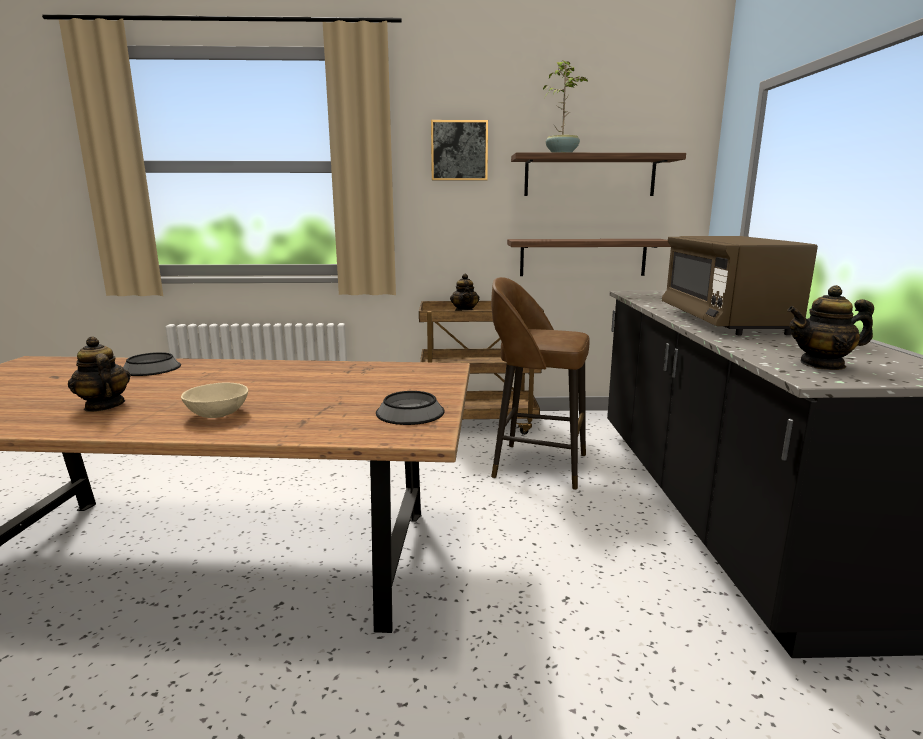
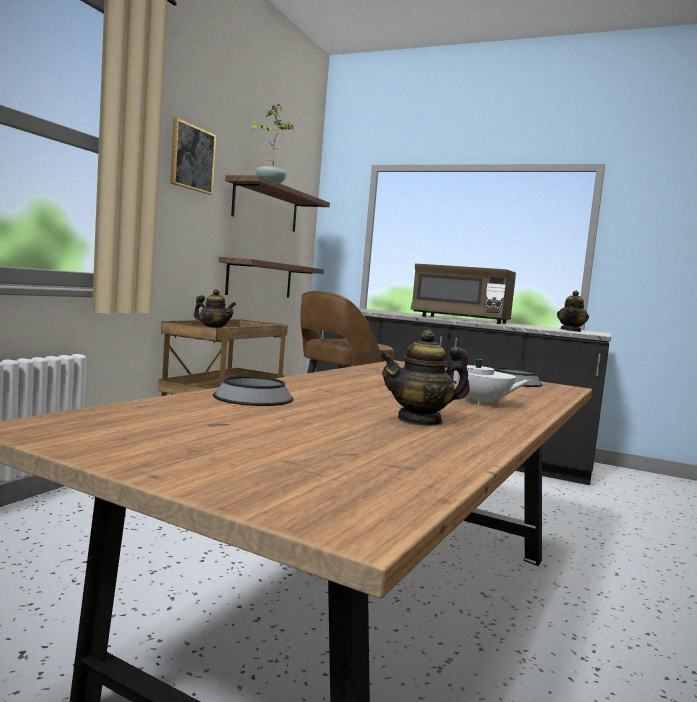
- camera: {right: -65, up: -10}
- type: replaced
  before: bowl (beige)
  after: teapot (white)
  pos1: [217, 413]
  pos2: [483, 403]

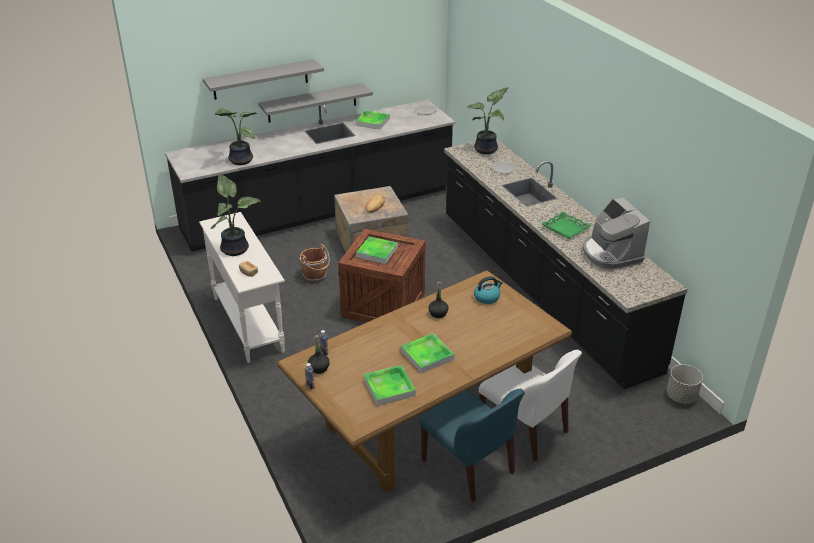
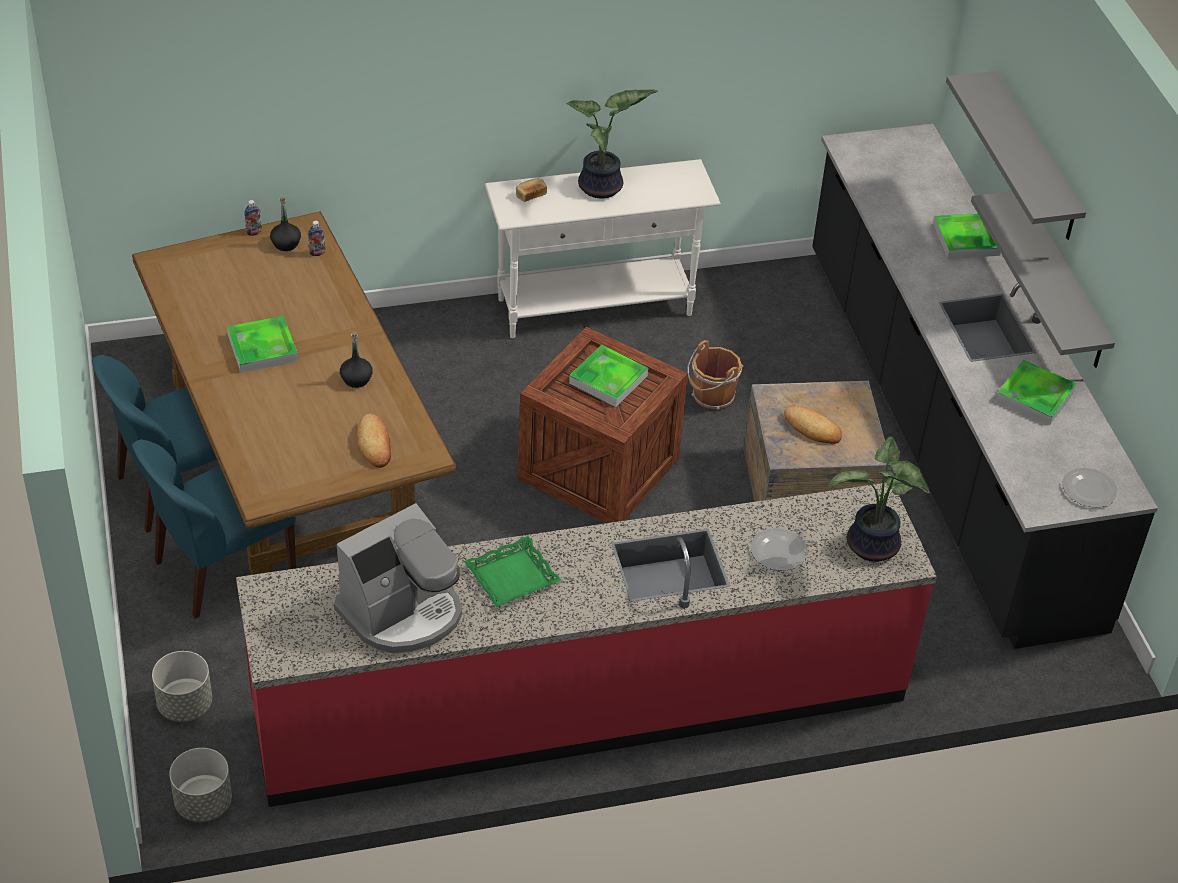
- camera: {right: 100, up: 10}
- type: removed
  before: potted plant
  pos1: [239, 160]
- type: moved
  before: tray
  pos1: [389, 388]
  pos2: [966, 239]
- type: recoloured
  before: counter (black)
  after: counter (red)
  pos1: [542, 289]
  pos2: [581, 703]
- type: replaced
  before: kettle
  after: bread
  pos1: [487, 297]
  pos2: [375, 444]
- type: recoloured
  before: chair (white)
  after: chair (blue)
  pos1: [525, 430]
  pos2: [222, 568]
- type: turned
  before: coffee machine
  pos1: [610, 254]
  pos2: [402, 612]
  turn: 150
- type: added
  after: planter (grey)
  pos2: [184, 705]

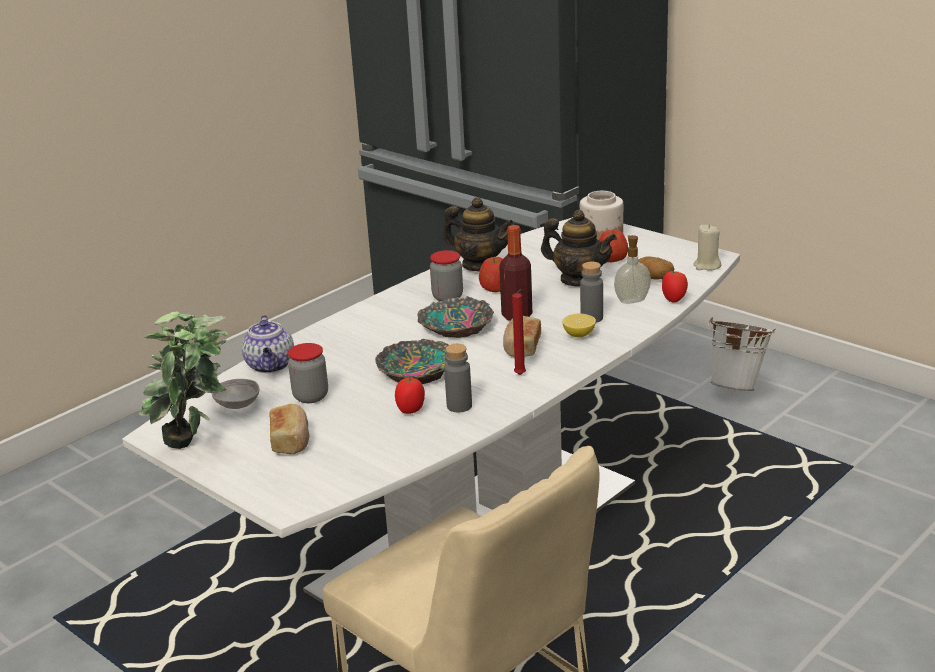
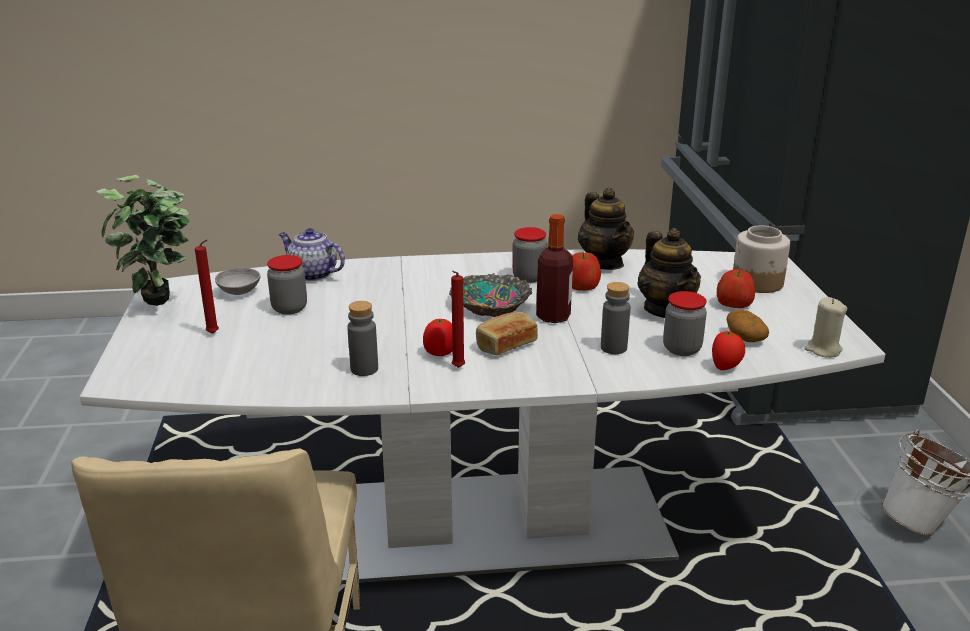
- camera: {right: 40, up: 0}
- type: turned
  before: teapot
  pos1: [271, 366]
  pos2: [312, 274]
  turn: 90
- type: replaced
  before: bread
  after: candle (red)
  pos1: [291, 440]
  pos2: [214, 334]
- type: removed
  before: bowl
  pos1: [418, 370]
- type: moved
  before: tomato
  pos1: [411, 410]
  pos2: [440, 353]
- type: removed
  before: lemon
  pos1: [579, 335]
- type: replaced
  before: soap dispenser
  after: jar
  pos1: [631, 300]
  pos2: [682, 349]

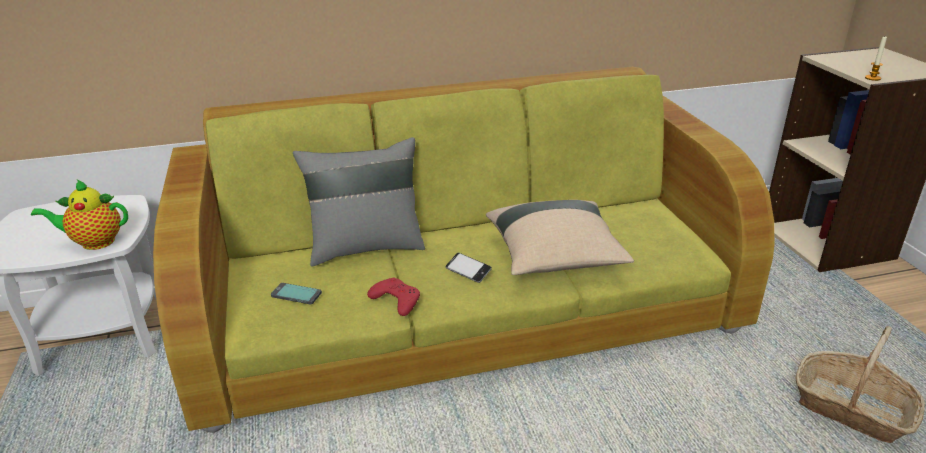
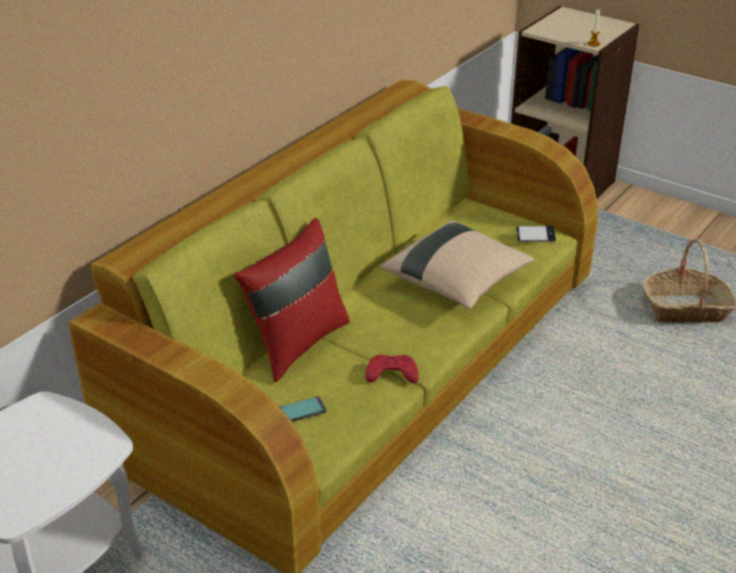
- camera: {right: -40, up: 5}
- type: removed
  before: teapot
  pos1: [94, 242]
- type: recoloured
  before: pillow (grey)
  after: pillow (red)
  pos1: [366, 247]
  pos2: [296, 343]
- type: moved
  before: phone
  pos1: [468, 271]
  pos2: [535, 237]

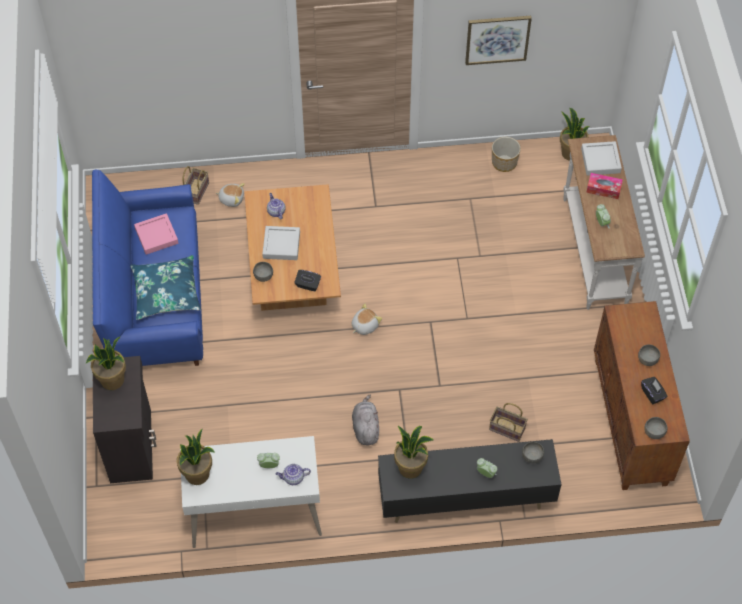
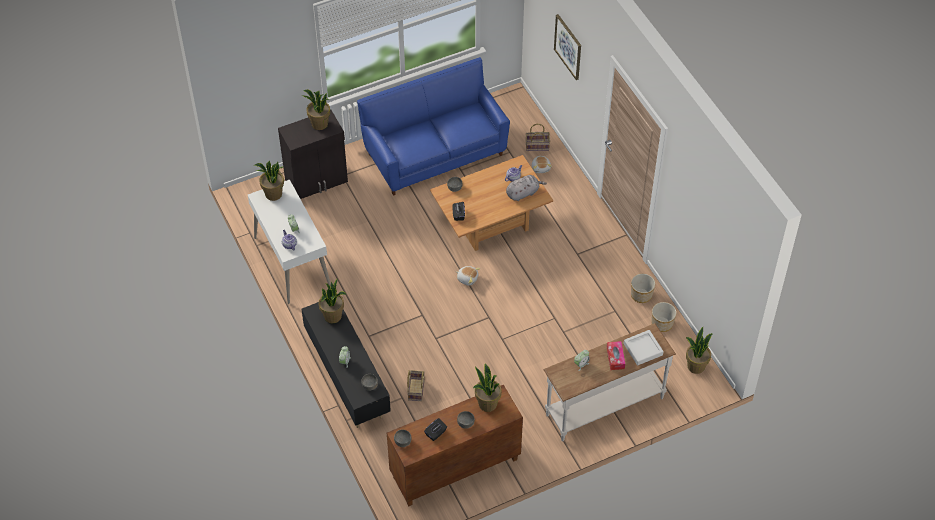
- camera: {right: 70, up: -5}
- type: removed
  before: pillow (blue)
  pos1: [166, 292]
- type: removed
  before: tray (pink)
  pos1: [156, 236]
- type: removed
  before: tray (grey)
  pos1: [281, 245]
- type: moved
  before: plush toy (grey)
  pos1: [365, 427]
  pos2: [523, 193]
- type: moved
  before: picture
  pos1: [497, 39]
  pos2: [568, 46]
- type: added
  after: potted plant
  pos2: [487, 404]
- type: added
  after: planter
  pos2: [641, 295]

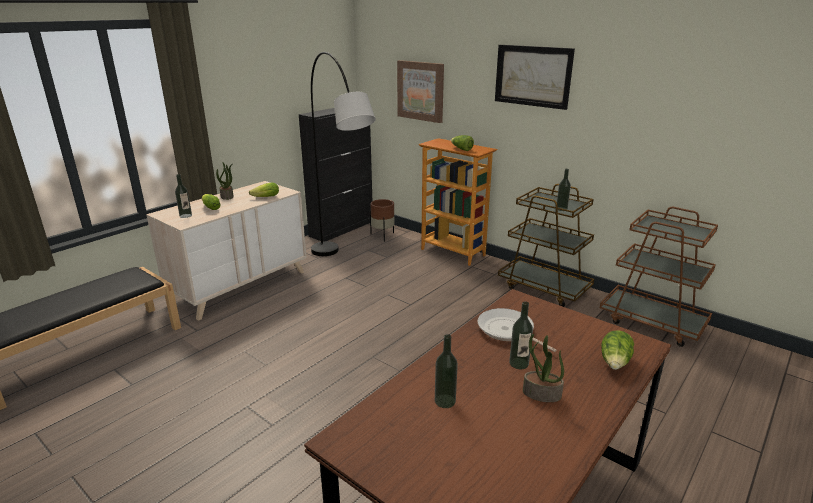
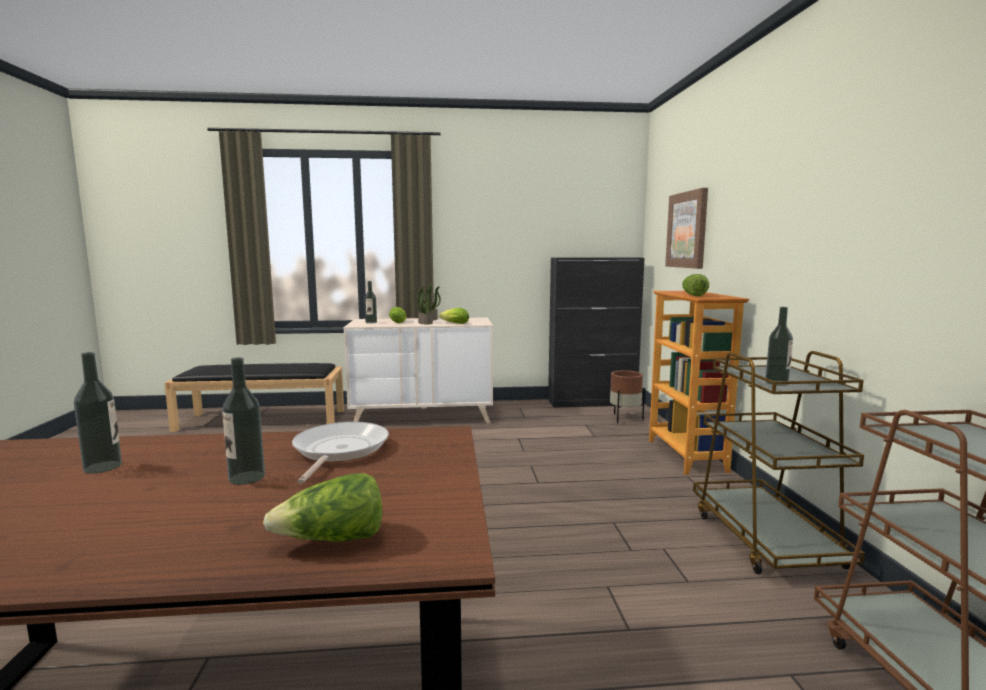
- camera: {right: 45, up: -15}
- type: removed
  before: floor lamp (grey)
  pos1: [343, 271]
- type: removed
  before: picture
  pos1: [533, 76]
- type: moved
  before: potted plant
  pos1: [541, 394]
  pos2: [425, 323]

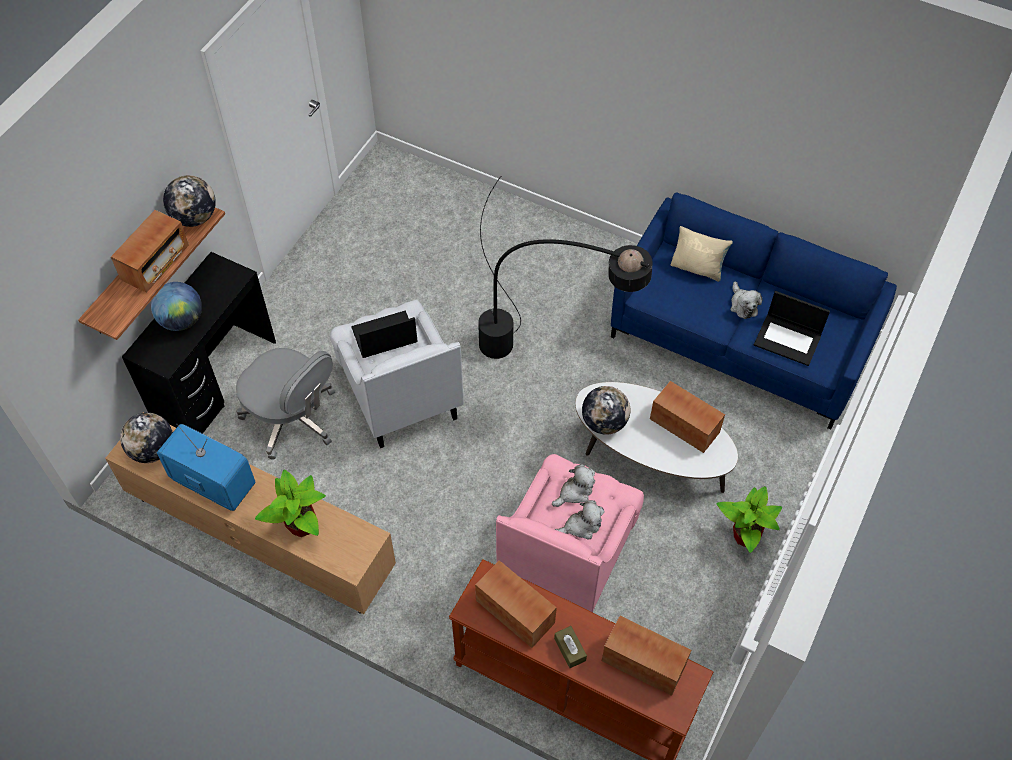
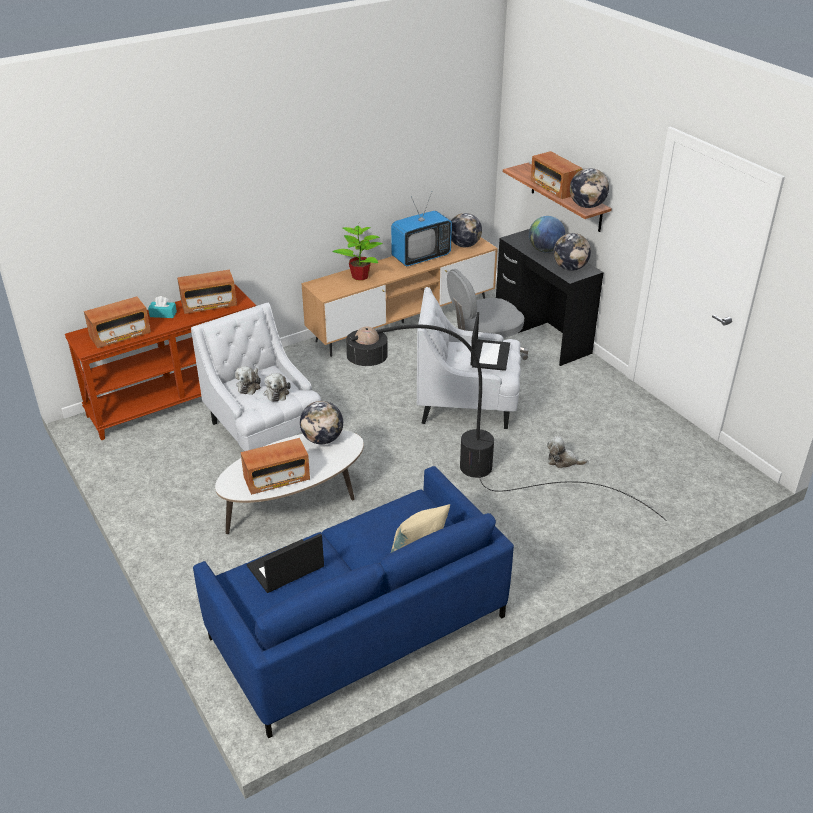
- camera: {right: 120, up: -20}
- type: recoloured
  before: armchair (pink)
  after: armchair (white)
  pos1: [568, 553]
  pos2: [264, 433]
- type: recoloured
  before: tissue box (brown)
  after: tissue box (turquoise)
  pos1: [570, 649]
  pos2: [163, 314]
- type: removed
  before: potted plant
  pos1: [745, 536]
- type: moved
  before: plush toy
  pos1: [743, 305]
  pos2: [563, 461]
- type: added
  after: globe
  pos2: [570, 268]

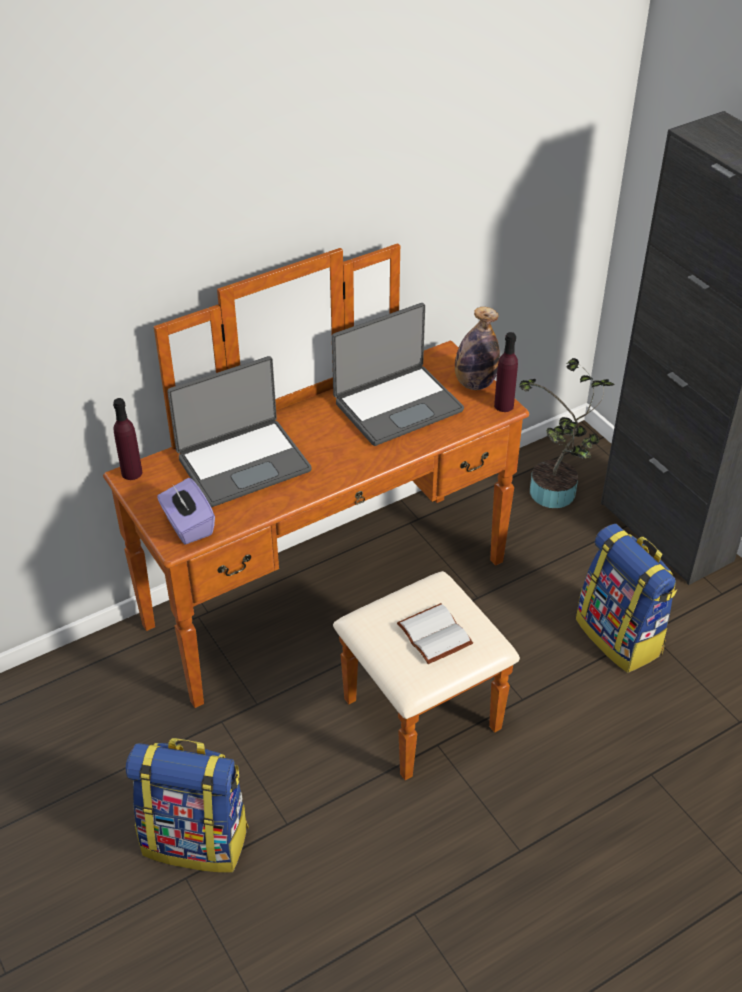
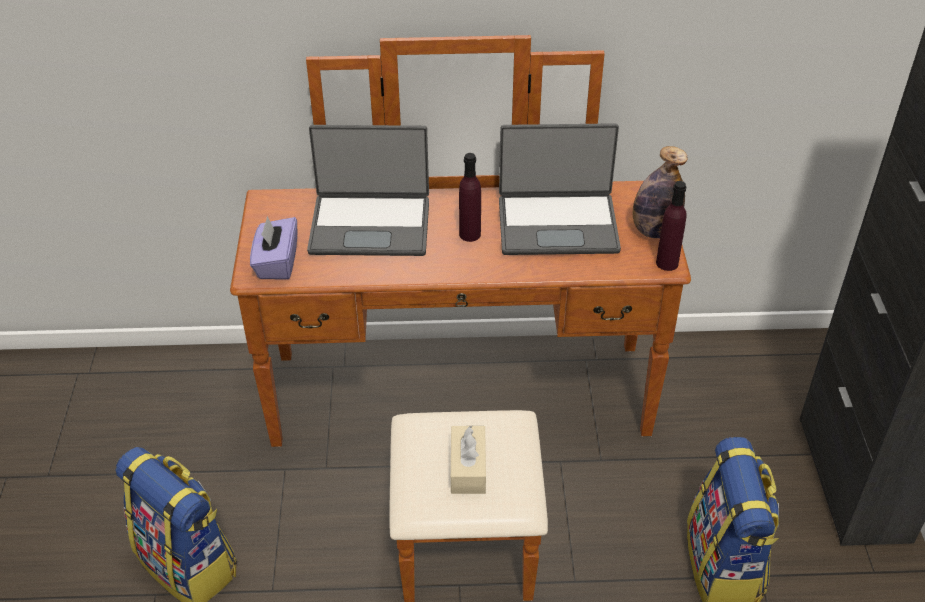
- camera: {right: 30, up: 0}
- type: moved
  before: bottle (purple)
  pos1: [132, 473]
  pos2: [470, 234]
- type: replaced
  before: book (white)
  after: tissue box (beige)
  pos1: [432, 634]
  pos2: [468, 468]
- type: removed
  before: potted plant
  pos1: [555, 496]

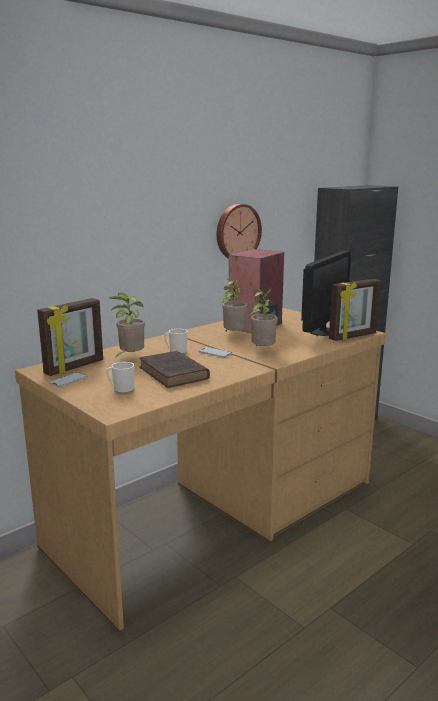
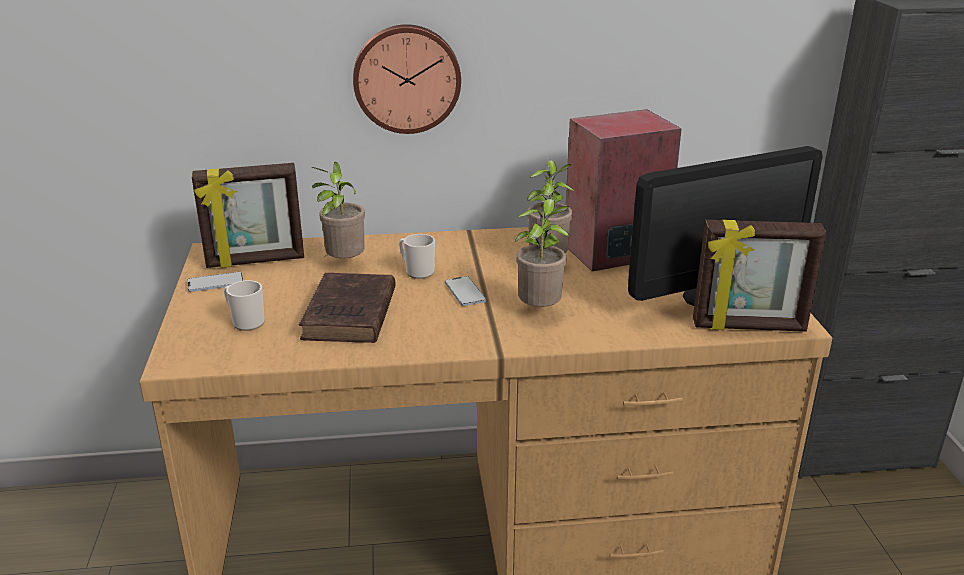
- camera: {right: 35, up: 10}
- type: moved
  before: wall clock
  pos1: [237, 232]
  pos2: [407, 78]

